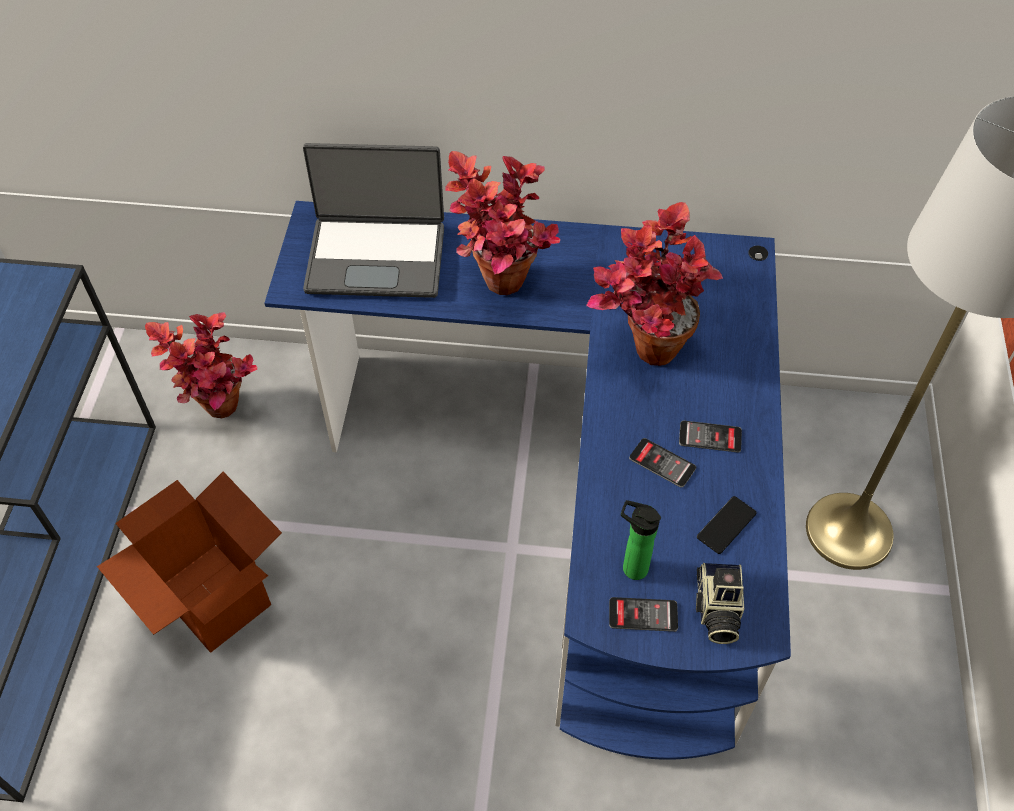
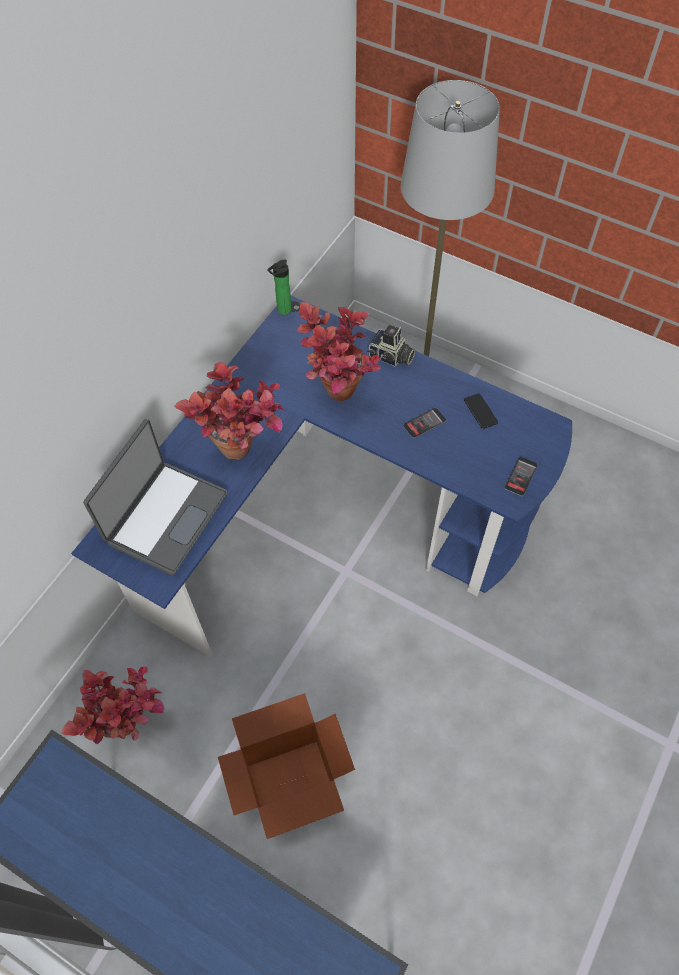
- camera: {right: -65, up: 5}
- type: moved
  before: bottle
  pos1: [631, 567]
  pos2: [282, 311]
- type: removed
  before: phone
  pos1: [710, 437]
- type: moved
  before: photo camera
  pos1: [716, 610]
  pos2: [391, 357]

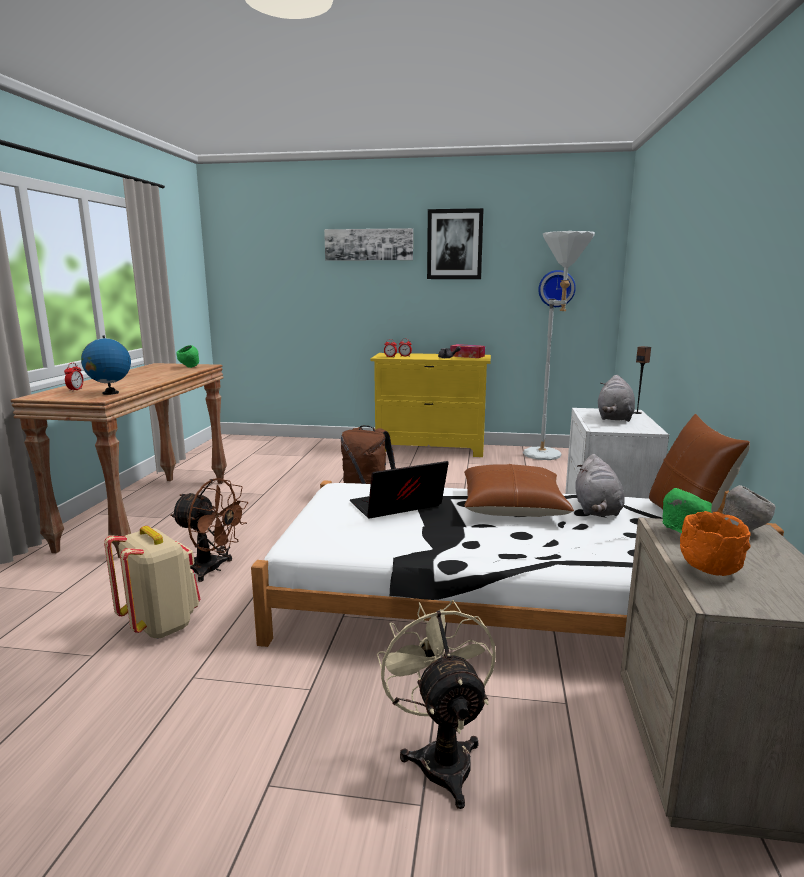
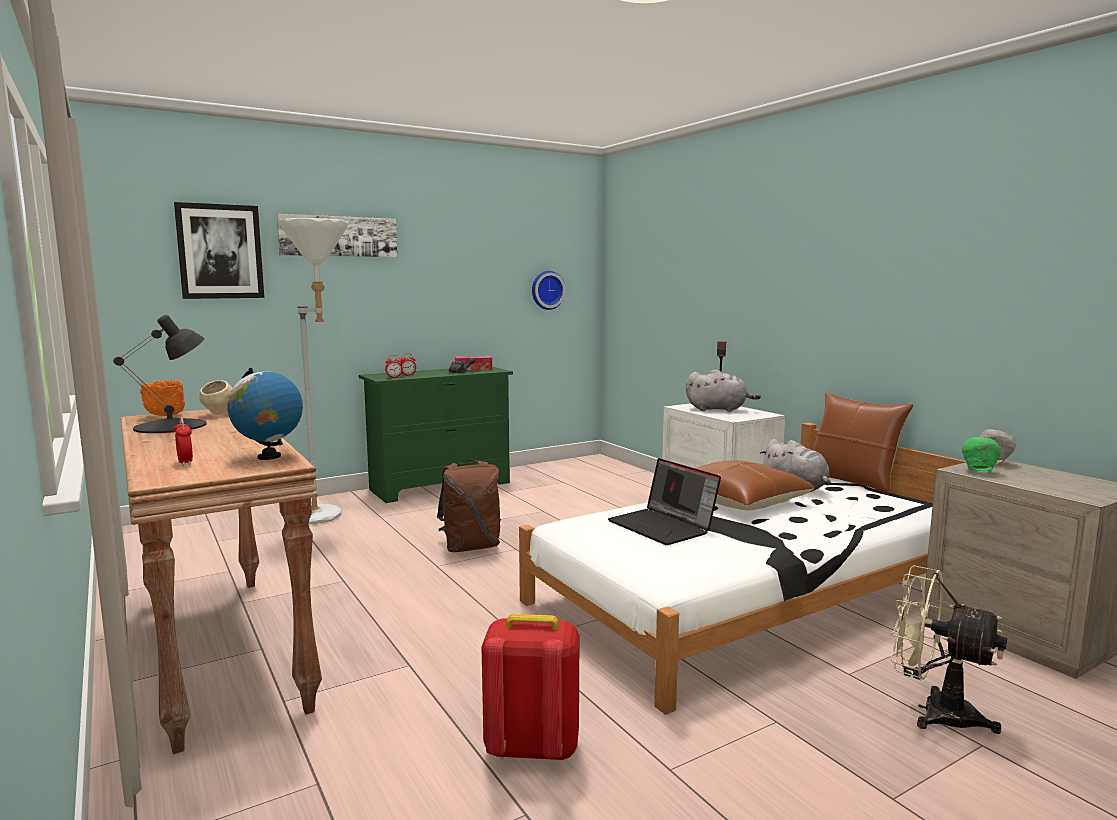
- camera: {right: -40, up: -5}
- type: recoloured
  before: backpack (beige)
  after: backpack (red)
  pos1: [161, 624]
  pos2: [531, 747]
- type: removed
  before: fan (brown)
  pos1: [212, 569]
- type: recoloured
  before: bowl (green)
  after: bowl (beige)
  pos1: [189, 367]
  pos2: [219, 414]
- type: turned
  before: laptop
  pos1: [396, 507]
  pos2: [663, 527]
  turn: -60
- type: recoloured
  before: dresser (yellow)
  after: dresser (green)
  pos1: [431, 449]
  pos2: [441, 486]
- type: moved
  before: picture
  pos1: [454, 244]
  pos2: [220, 251]
- type: moved
  before: floor lamp (white)
  pos1: [549, 456]
  pos2: [326, 516]
- type: turned
  before: plush toy (grey)
  pos1: [614, 418]
  pos2: [718, 409]
  turn: -60
- type: moved
  before: bowl (orange)
  pos1: [709, 570]
  pos2: [165, 415]
- type: added
  after: table lamp (black)
  pos2: [172, 426]

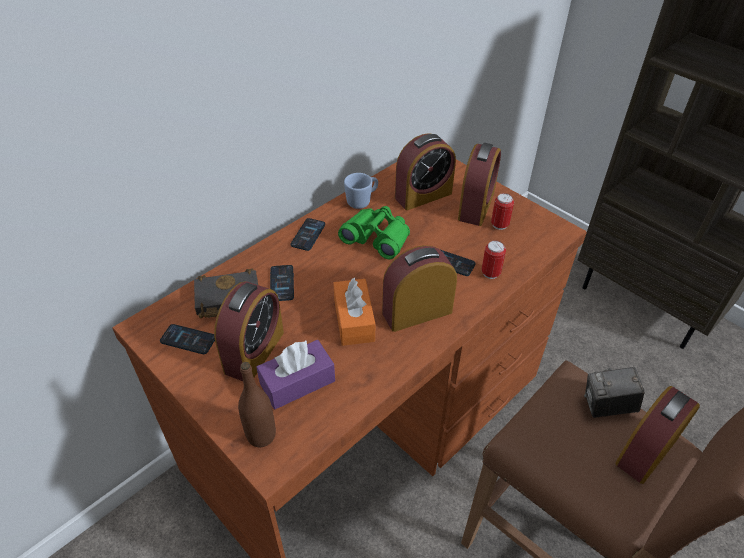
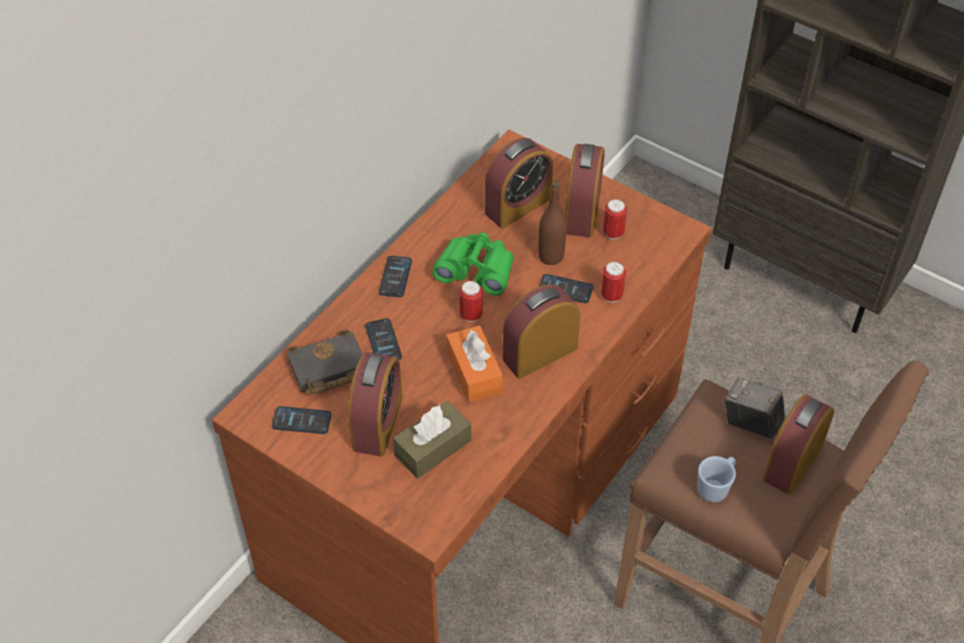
- camera: {right: -10, up: 5}
- type: moved
  before: bottle (brown)
  pos1: [261, 435]
  pos2: [551, 256]
- type: recoloured
  before: tissue box (purple)
  after: tissue box (brown)
  pos1: [297, 382]
  pos2: [432, 448]
- type: moved
  before: mug (blue)
  pos1: [362, 201]
  pos2: [716, 487]
- type: turned
  before: photo camera
  pos1: [607, 406]
  pos2: [751, 423]
  turn: 45
- type: added
  after: can
  pos2: [471, 315]

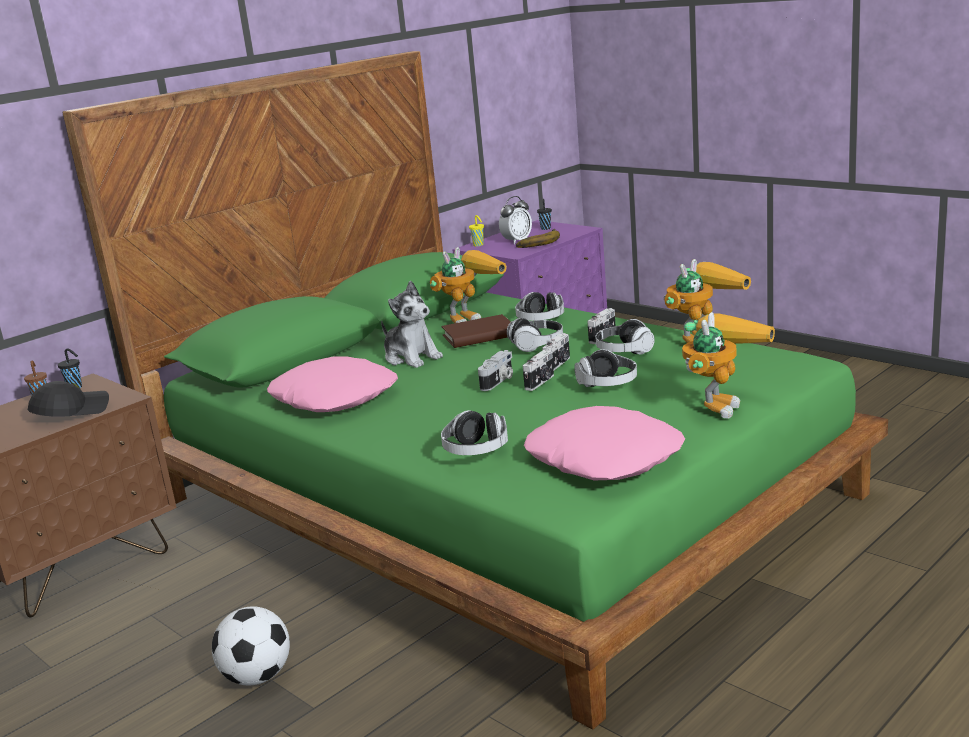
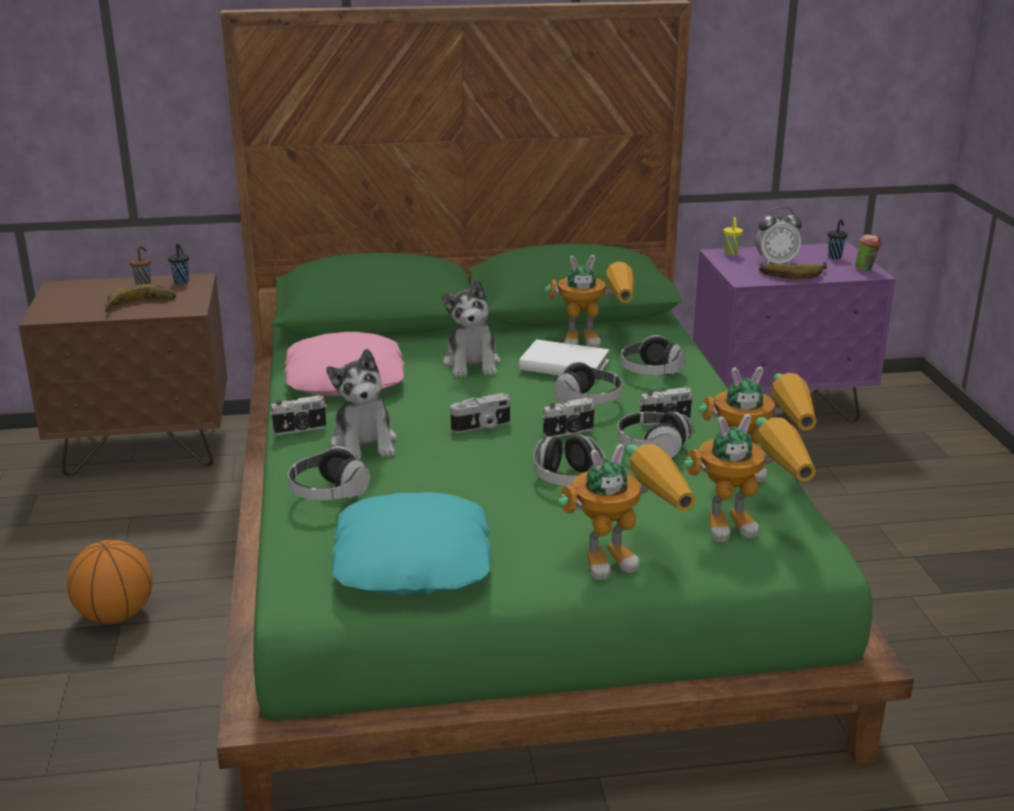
- camera: {right: 35, up: 5}
- type: replaced
  before: cap (black)
  after: banana
  pos1: [71, 412]
  pos2: [141, 305]
- type: replaced
  before: football
  after: basketball
  pos1: [257, 677]
  pos2: [116, 615]
- type: recoloured
  before: book (brown)
  after: book (white)
  pos1: [479, 336]
  pos2: [564, 365]
- type: moved
  before: photo camera
  pos1: [541, 382]
  pos2: [300, 430]
- type: recoloured
  before: pillow (pink)
  after: pillow (turquoise)
  pos1: [605, 458]
  pos2: [414, 560]
- type: added
  after: plush toy
  pos2: [365, 443]
- type: added
  after: toy robot
  pos2: [746, 523]
- type: added
  after: cup
  pos2: [866, 270]

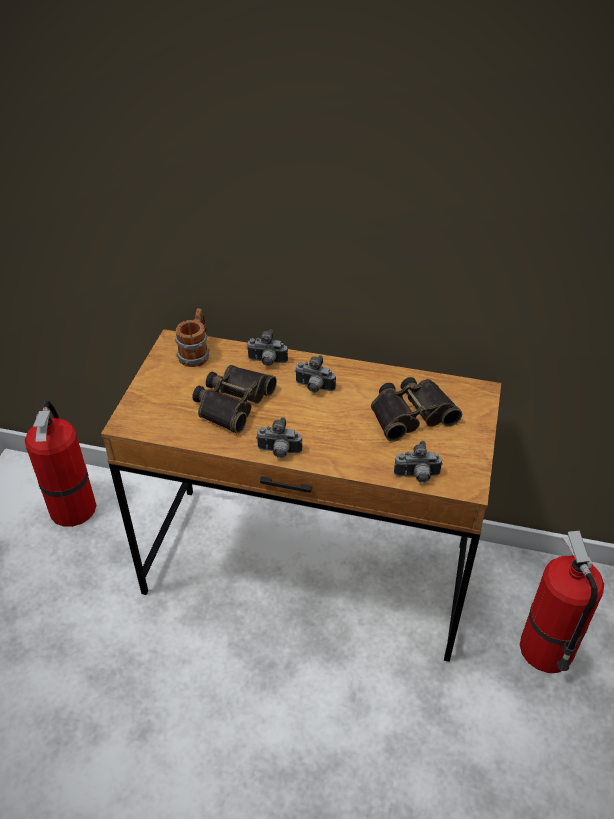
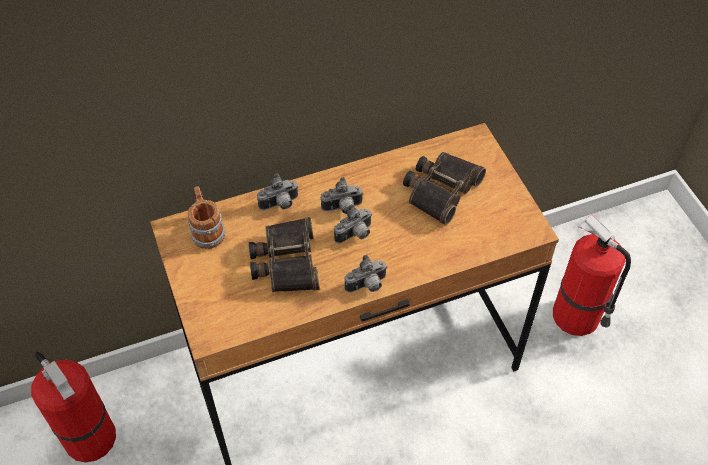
- camera: {right: -35, up: 10}
- type: moved
  before: photo camera
  pos1: [417, 476]
  pos2: [355, 235]

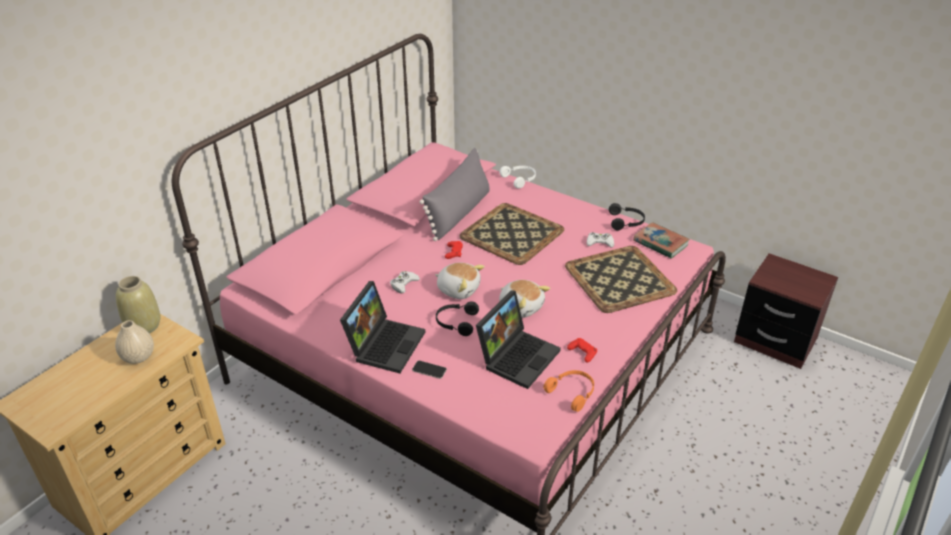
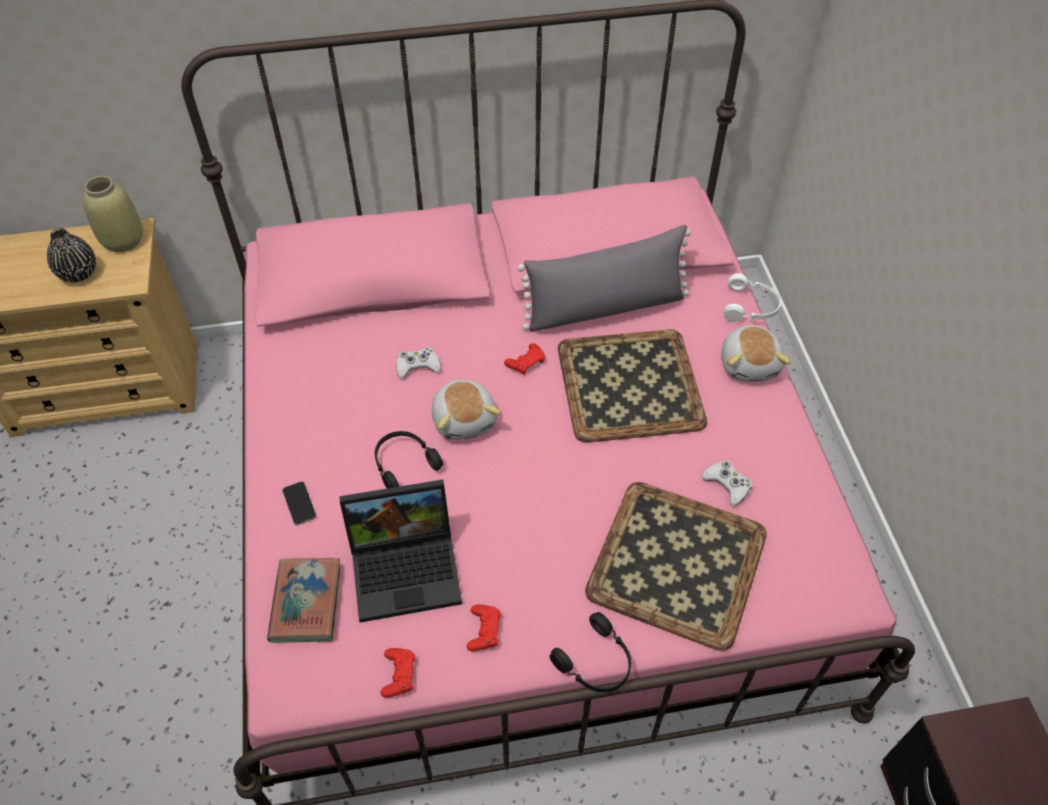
- camera: {right: 45, up: 15}
- type: recoloured
  before: vase (beige)
  after: vase (black)
  pos1: [138, 357]
  pos2: [79, 273]
- type: removed
  before: laptop
  pos1: [385, 343]
- type: moved
  before: plush toy
  pos1: [521, 307]
  pos2: [750, 364]
- type: replaced
  before: headphones (orange)
  after: game controller (red)
  pos1: [572, 392]
  pos2: [399, 674]
- type: moved
  before: headphones (black)
  pos1: [626, 222]
  pos2: [596, 663]
- type: moved
  before: book
  pos1: [660, 243]
  pos2: [306, 602]

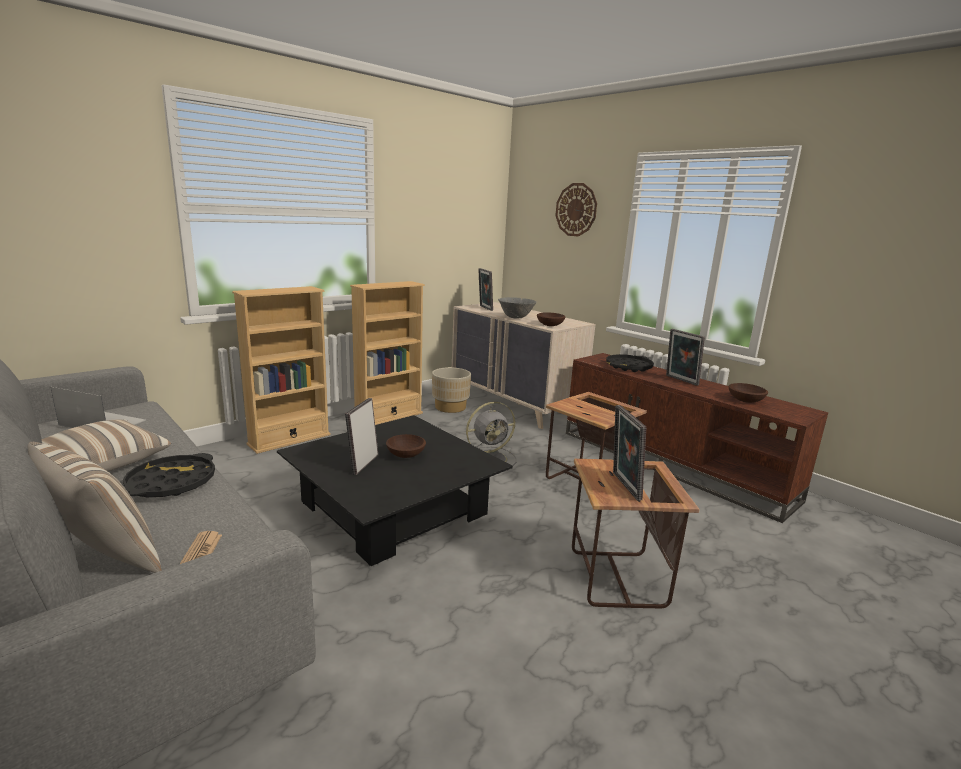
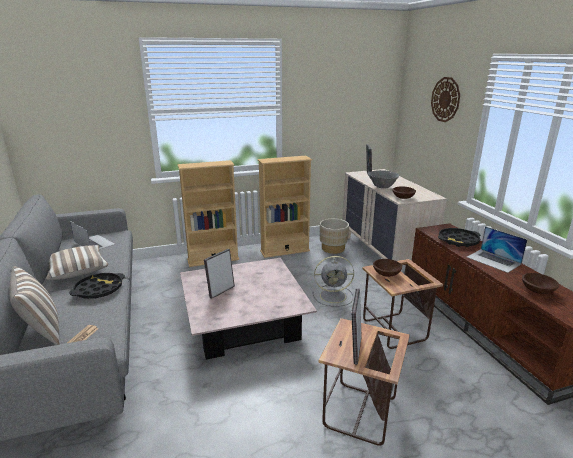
- camera: {right: 25, up: 5}
- type: recoloured
  before: coffee table (black)
  after: coffee table (pink)
  pos1: [392, 508]
  pos2: [243, 322]
- type: moved
  before: bowl (brown)
  pos1: [405, 455]
  pos2: [386, 274]
- type: replaced
  before: picture frame
  after: laptop
  pos1: [680, 380]
  pos2: [493, 260]

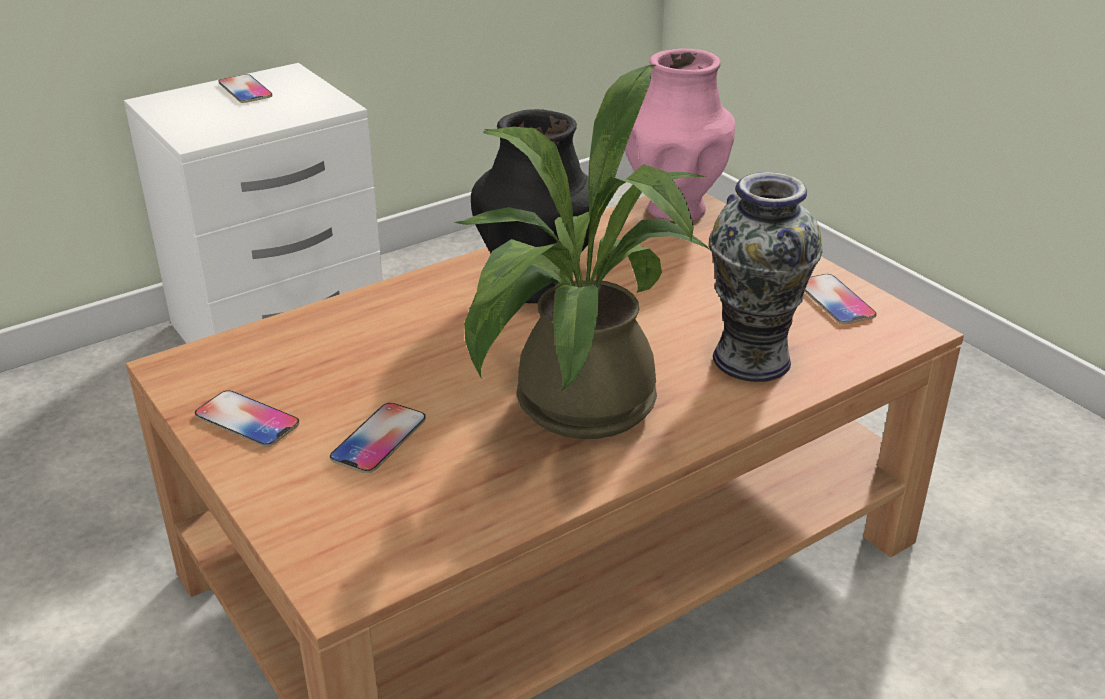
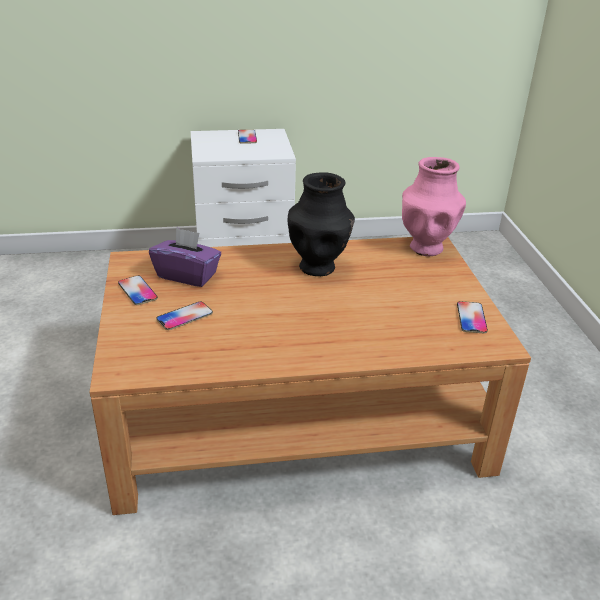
- camera: {right: 25, up: 0}
- type: removed
  before: potted plant
  pos1: [572, 411]
- type: removed
  before: vase
  pos1: [750, 359]
- type: added
  after: tissue box (purple)
  pos2: [187, 275]

